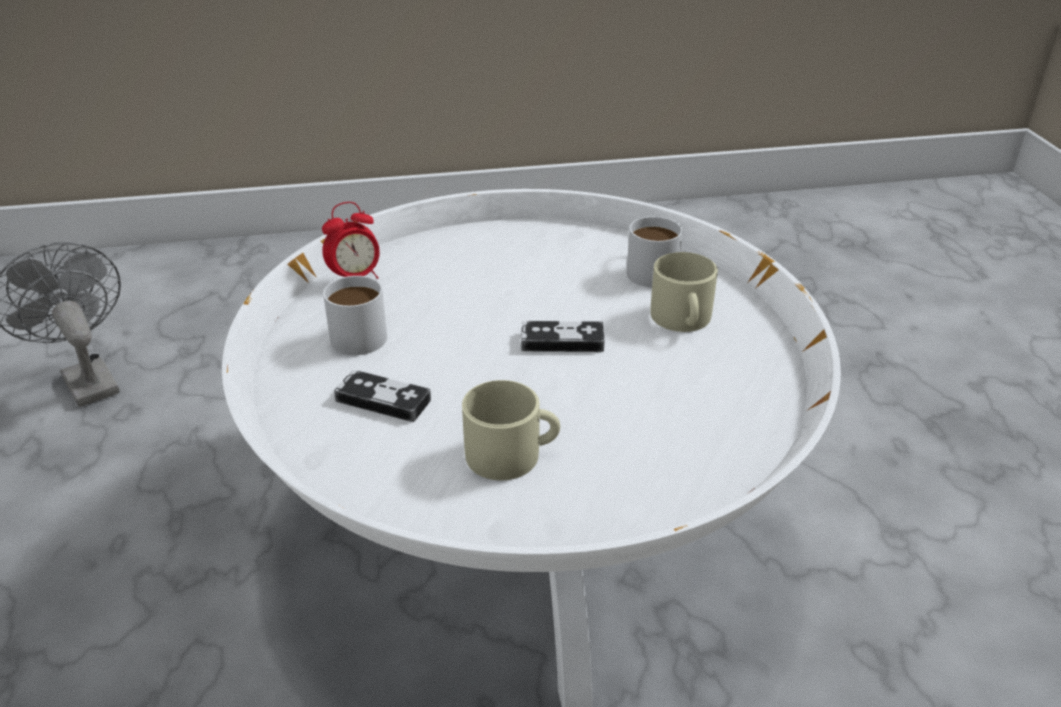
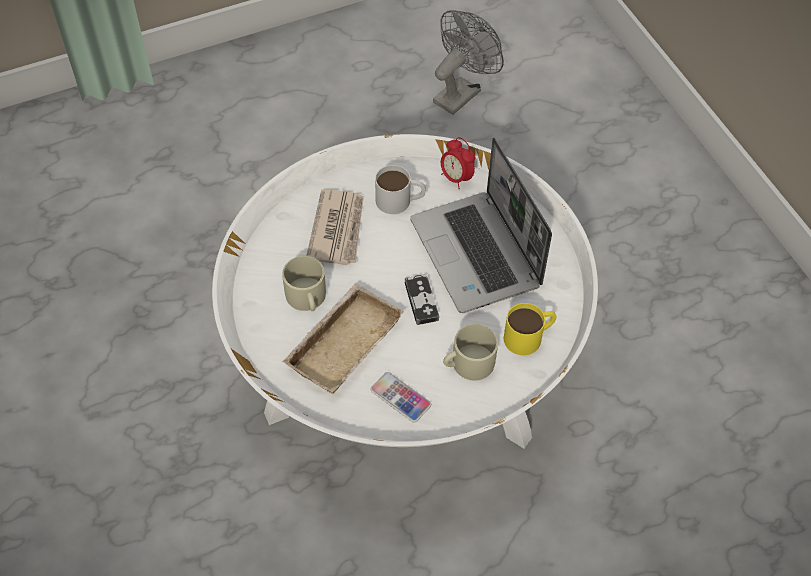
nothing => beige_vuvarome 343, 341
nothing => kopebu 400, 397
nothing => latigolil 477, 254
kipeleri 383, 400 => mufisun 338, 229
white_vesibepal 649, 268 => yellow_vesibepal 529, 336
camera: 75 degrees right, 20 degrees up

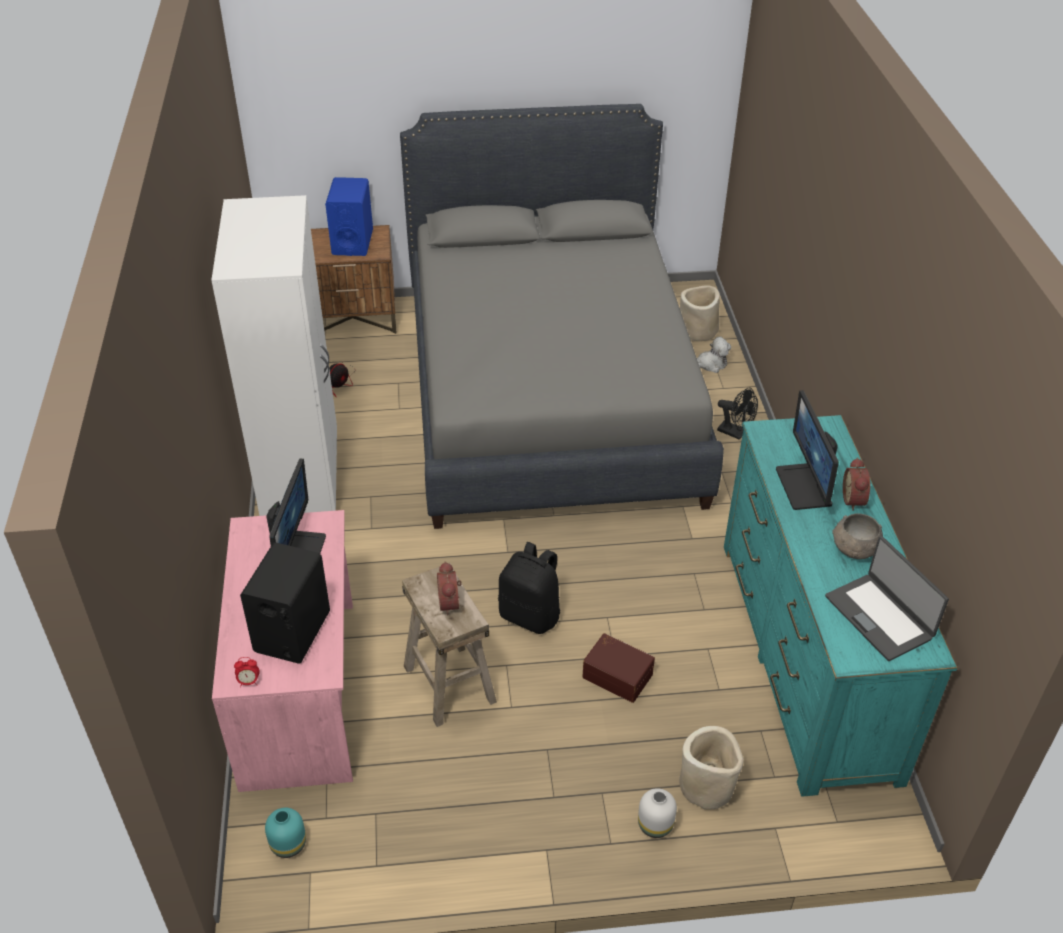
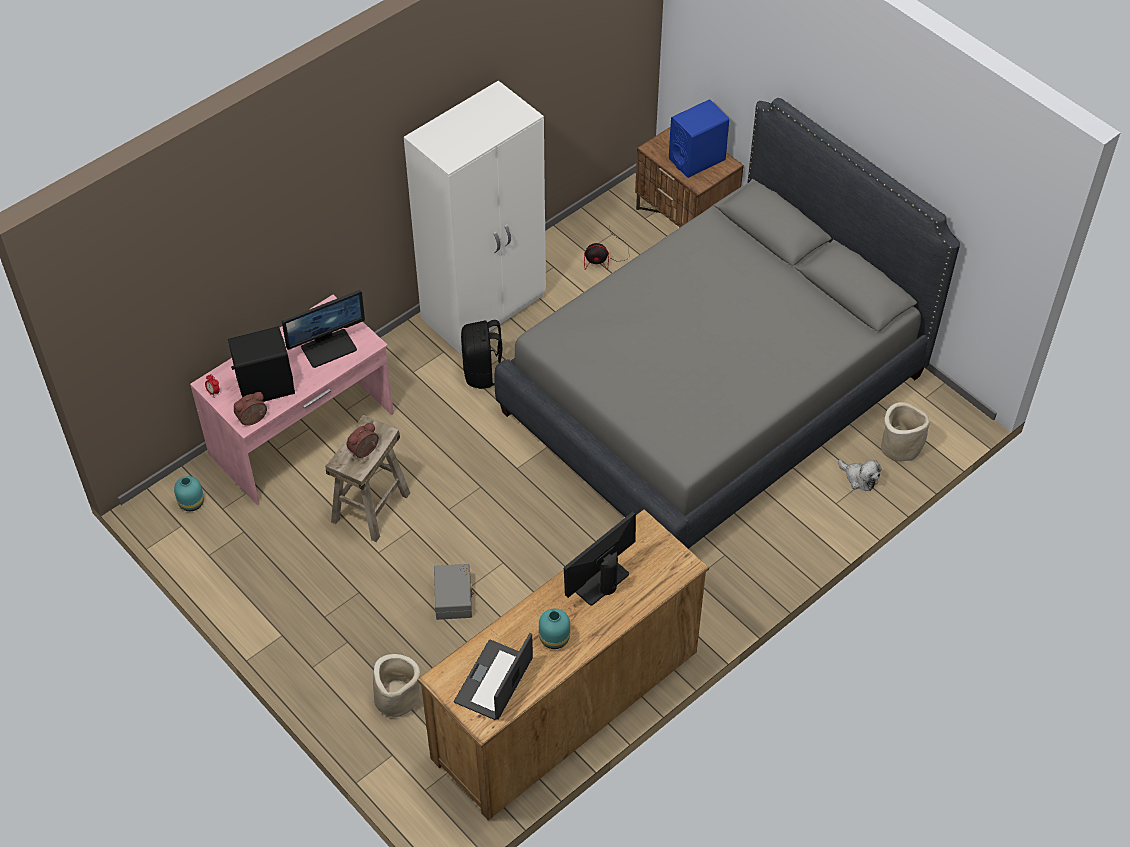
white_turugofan 655, 826 => nothing
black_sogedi 735, 433 => nothing
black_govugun 531, 615 => black_govugun 483, 372, moved
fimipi 855, 500 => fimipi 253, 420, moved
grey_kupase 854, 549 => turquoise_turugofan 553, 638
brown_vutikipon 618, 674 => grey_vutikipon 454, 597
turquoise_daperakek 806, 656 => brown_daperakek 565, 704
camera: 55 degrees right, 10 degrees up

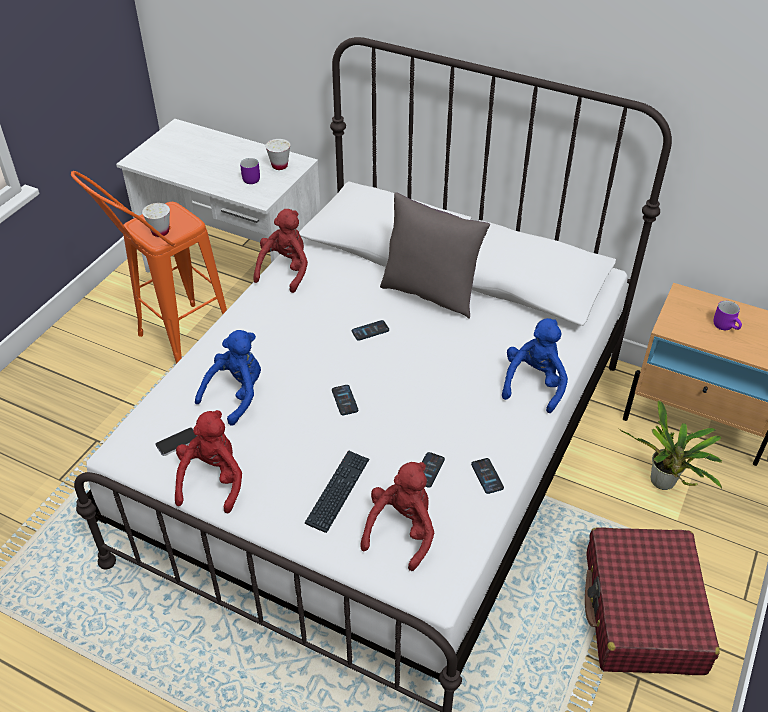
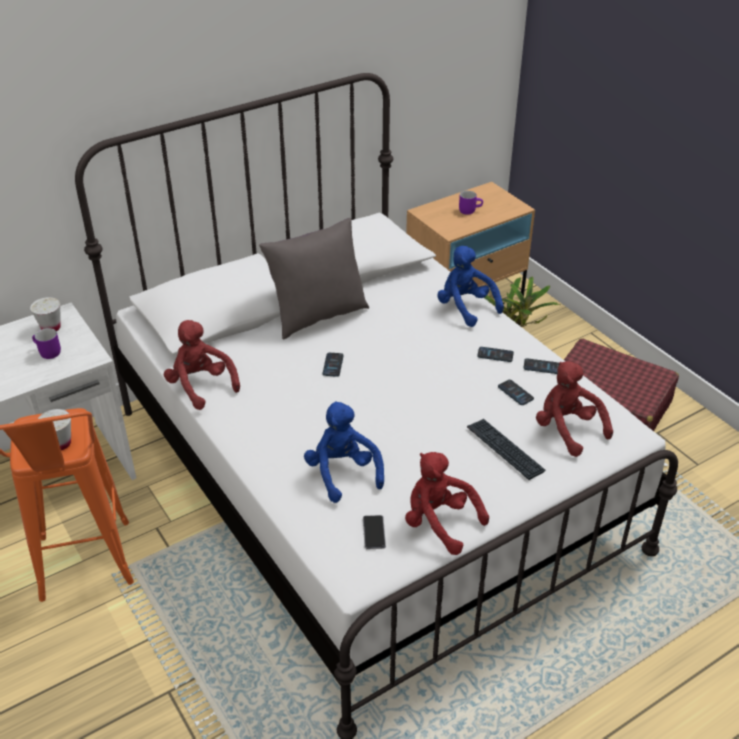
kopebu 344, 400 => kopebu 495, 355, moved
camera: 60 degrees left, 5 degrees down

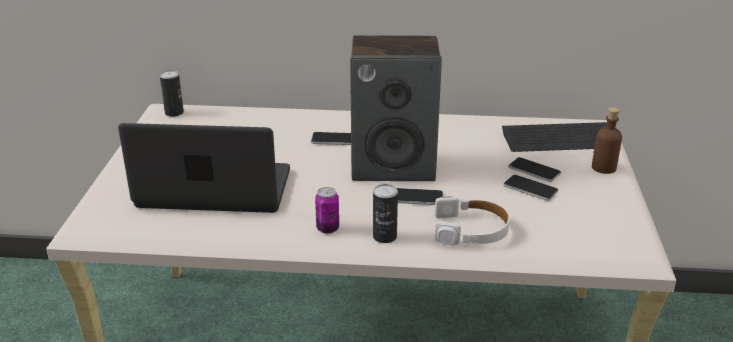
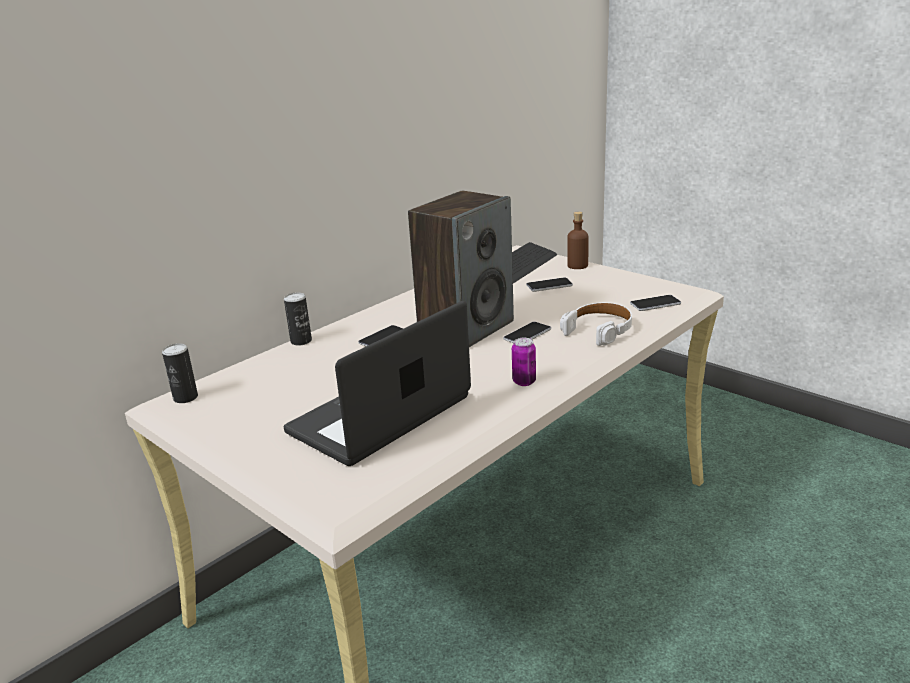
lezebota 384, 237 => lezebota 301, 341, moved
kopebu 530, 188 => kopebu 655, 304, moved
camera: 50 degrees left, 5 degrees down

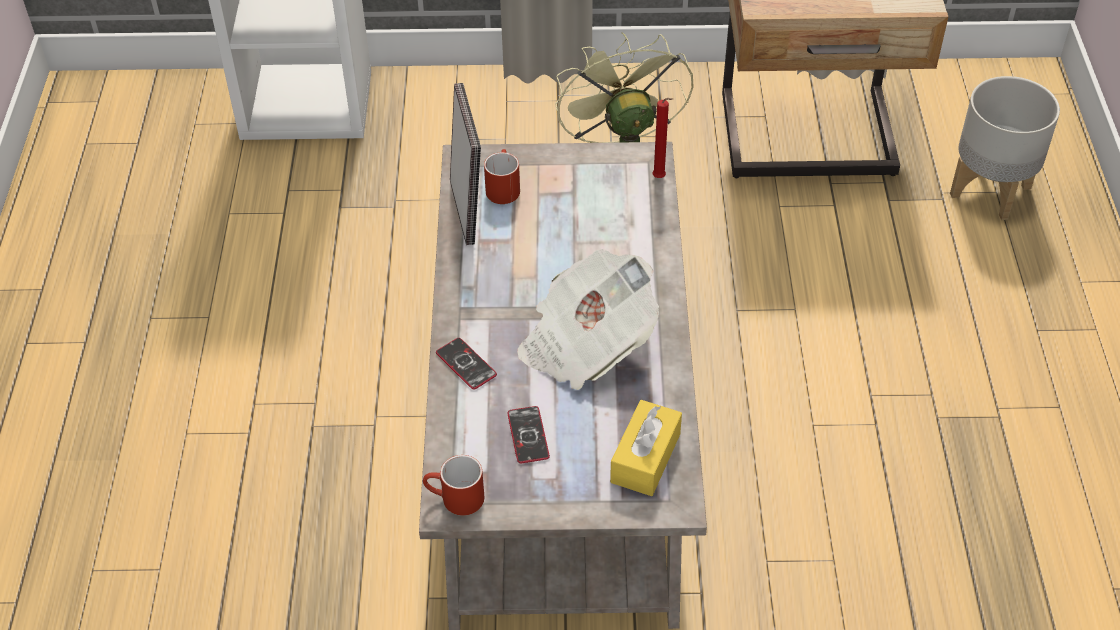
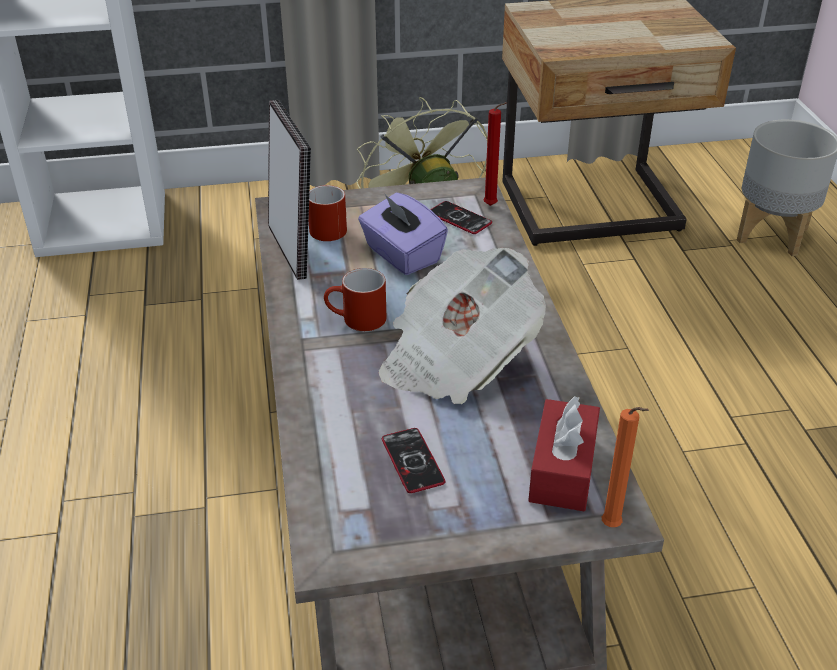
nothing => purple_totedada 402, 255
nothing => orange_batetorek 613, 527
red_vesibepal 455, 499 => red_vesibepal 356, 320, moved
kopebu 466, 364 => kopebu 459, 219, moved
yellow_totedada 645, 458 => red_totedada 562, 469
camera: 10 degrees left, 10 degrees down

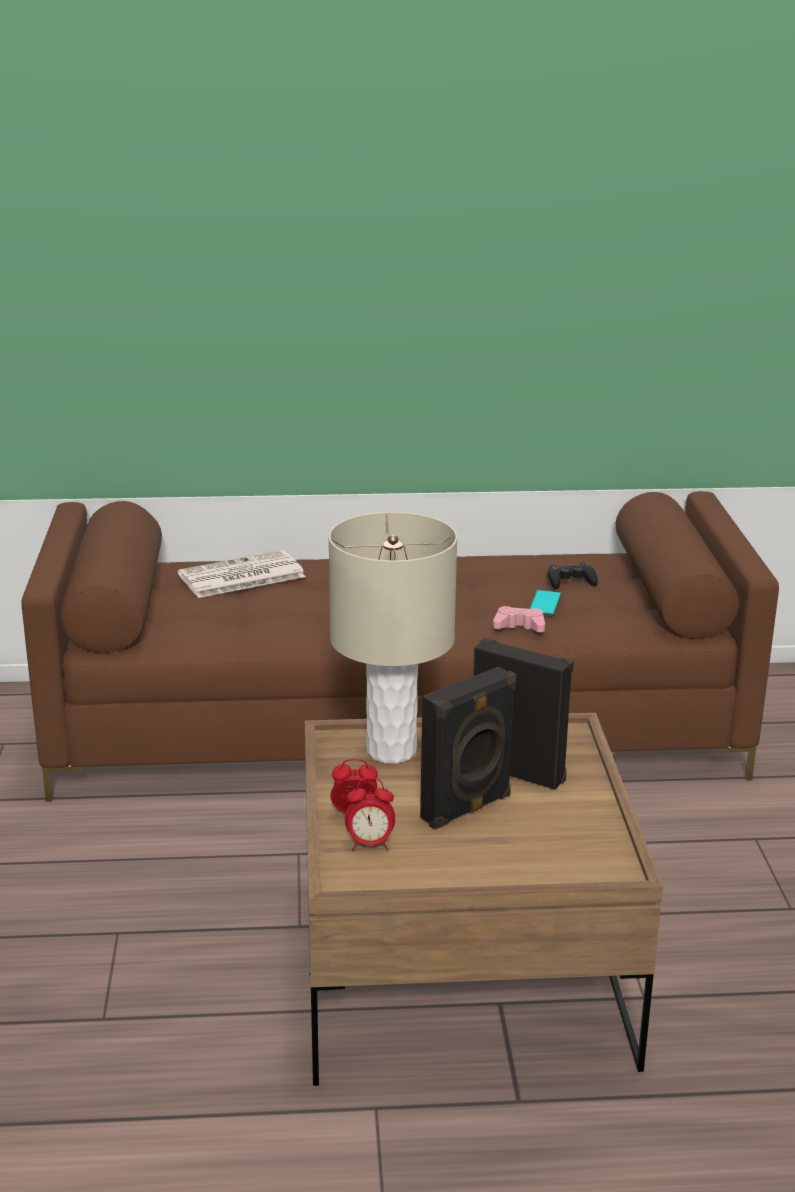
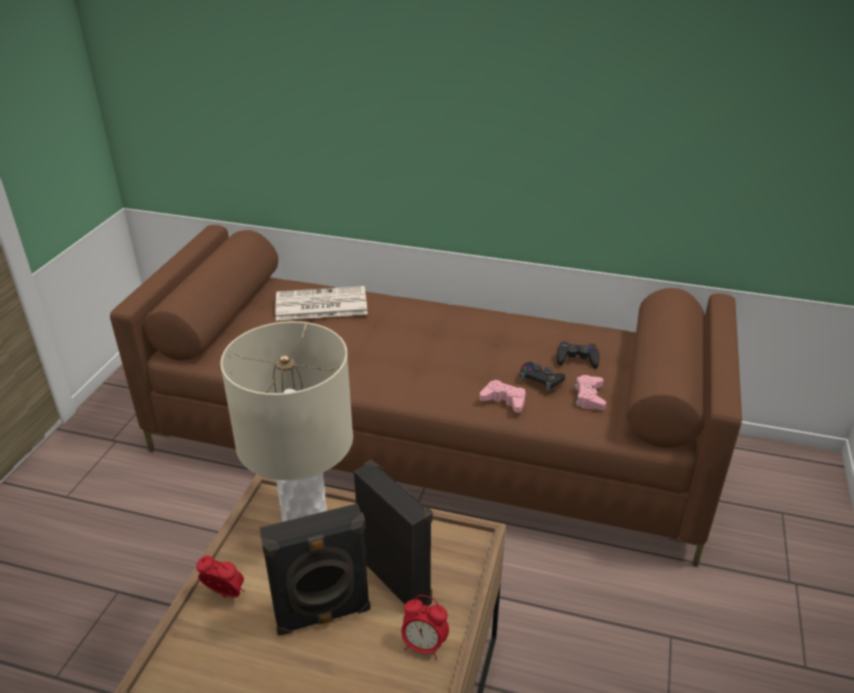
nothing => pink_kipeleri 589, 397
fimipi 370, 844 => fimipi 424, 646, moved
kopebu 544, 604 => black_kipeleri 540, 379
camera: 20 degrees right, 10 degrees up

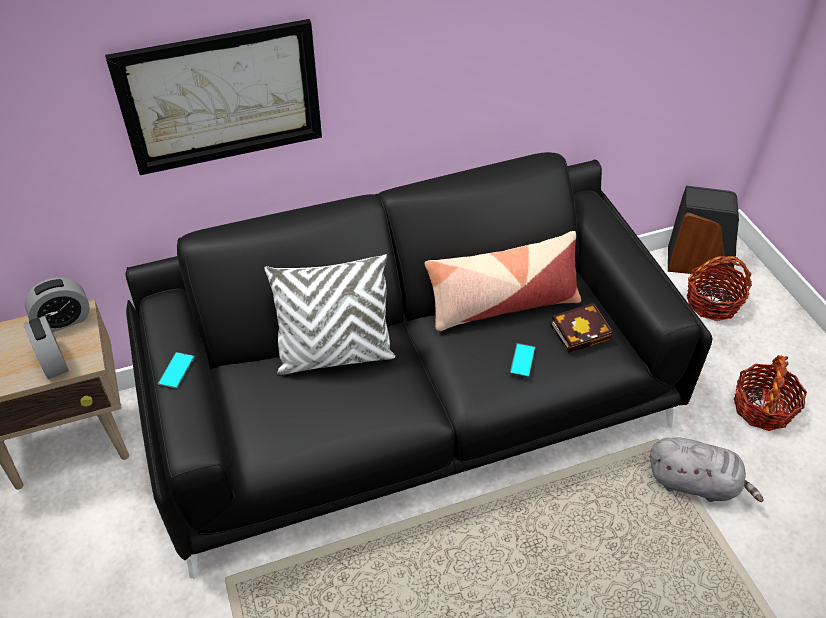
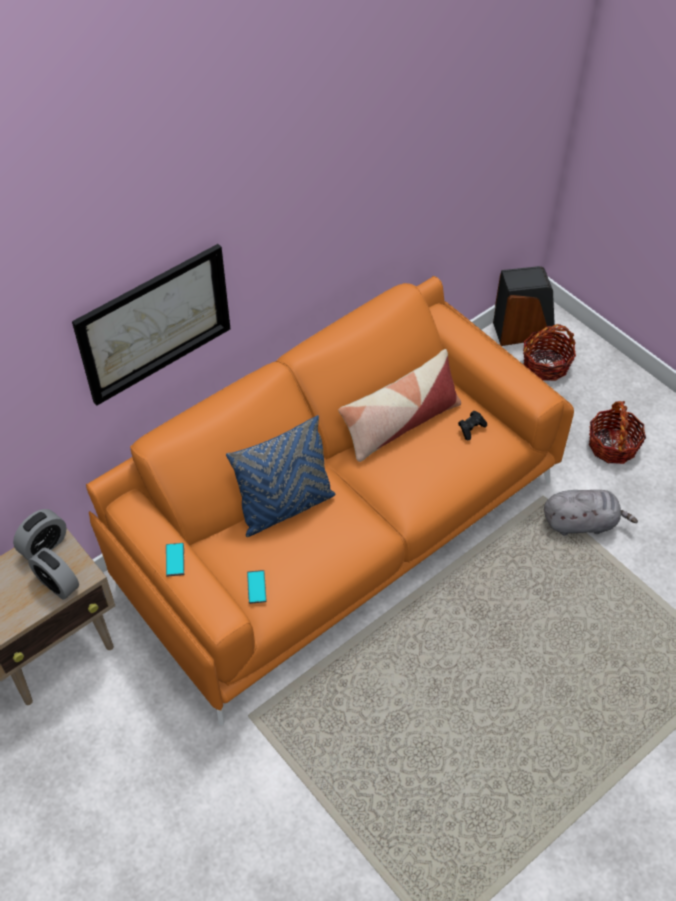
kopebu 522, 360 => kopebu 256, 587, moved
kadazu 581, 331 => black_kipeleri 471, 429
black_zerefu 412, 407 => orange_zerefu 337, 529
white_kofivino 335, 355 => blue_kofivino 285, 507
camera: 20 degrees left, 5 degrees up

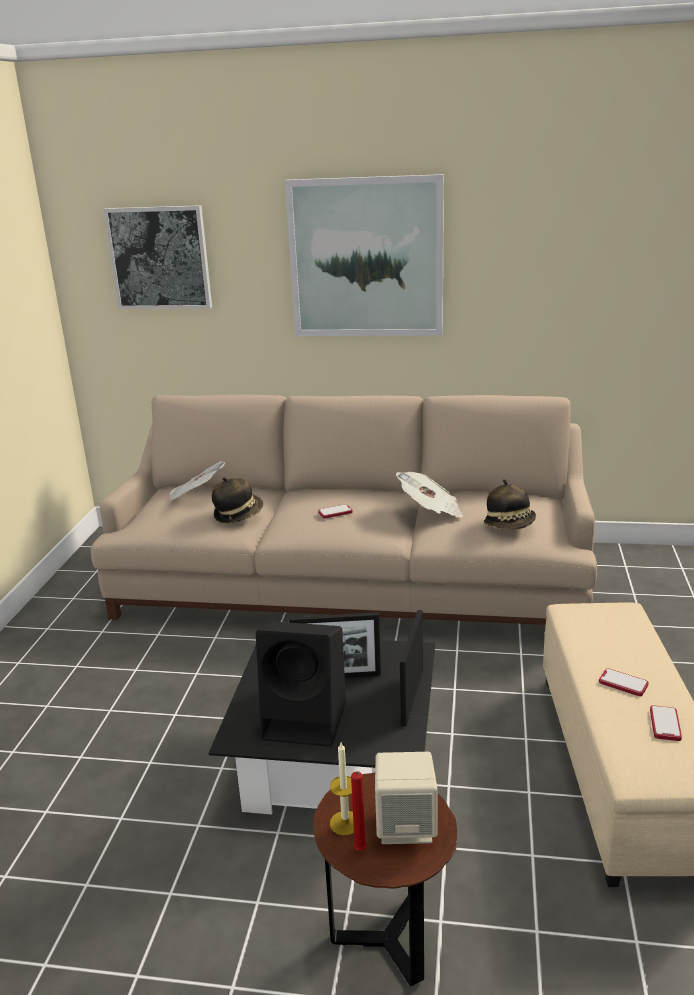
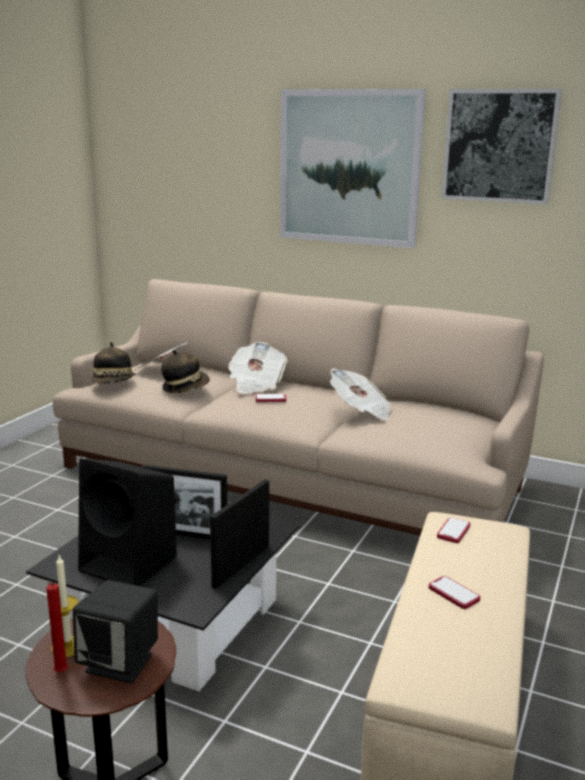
nothing => mufisun 256, 384
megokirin 160, 258 => megokirin 499, 146, moved
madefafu 510, 525 => madefafu 113, 383, moved
kopebu 665, 724 => kopebu 453, 531, moved
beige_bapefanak 406, 826 => black_bapefanak 120, 663
camera: 15 degrees right, 5 degrees down

